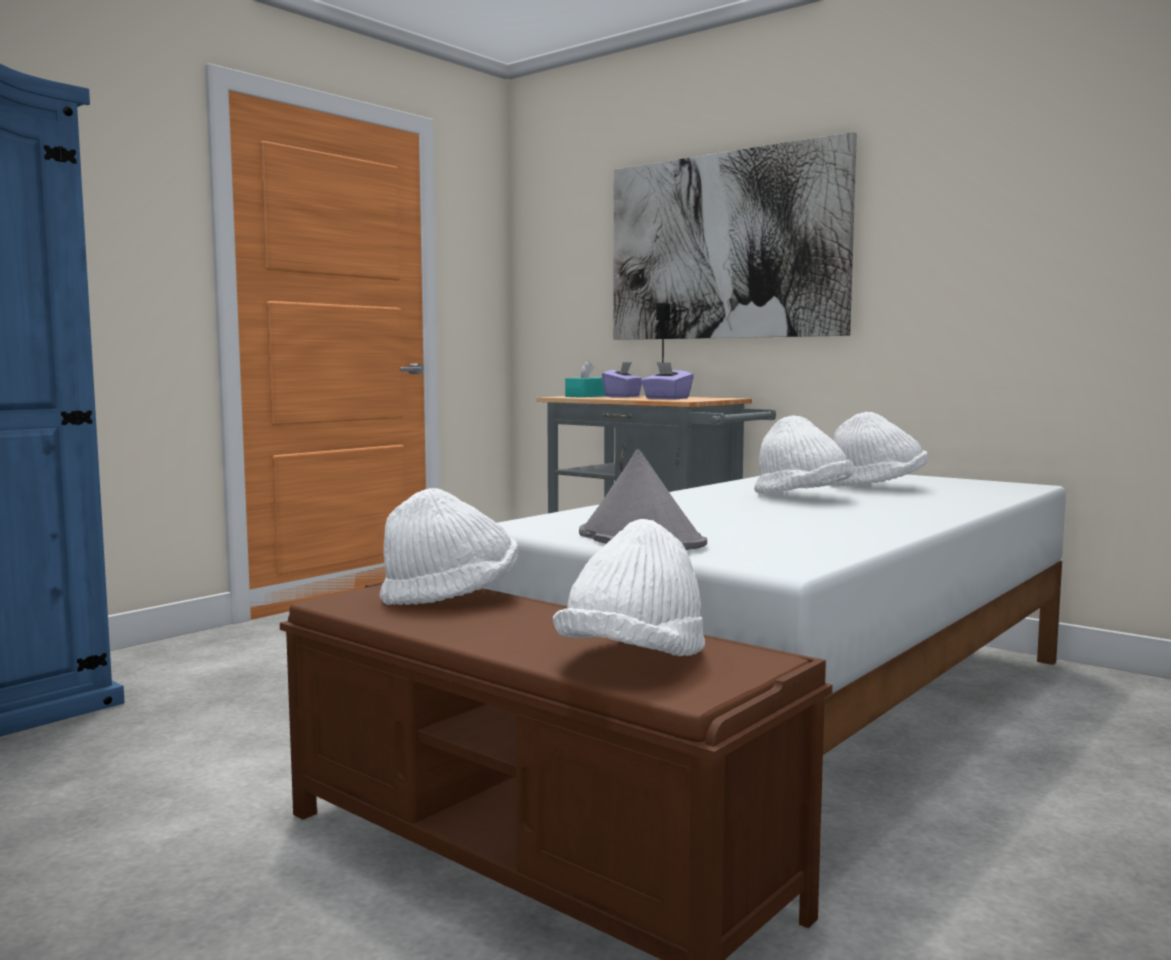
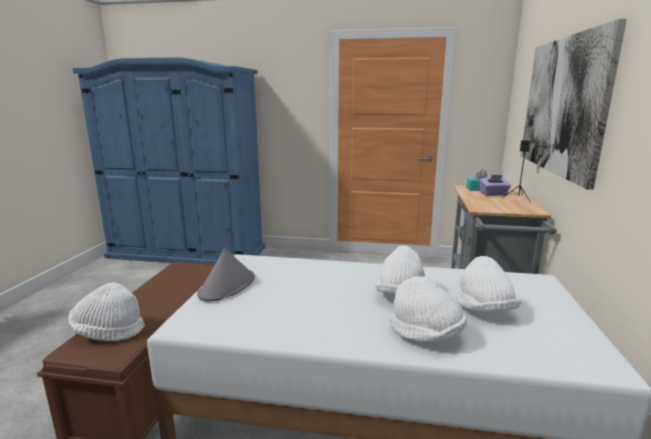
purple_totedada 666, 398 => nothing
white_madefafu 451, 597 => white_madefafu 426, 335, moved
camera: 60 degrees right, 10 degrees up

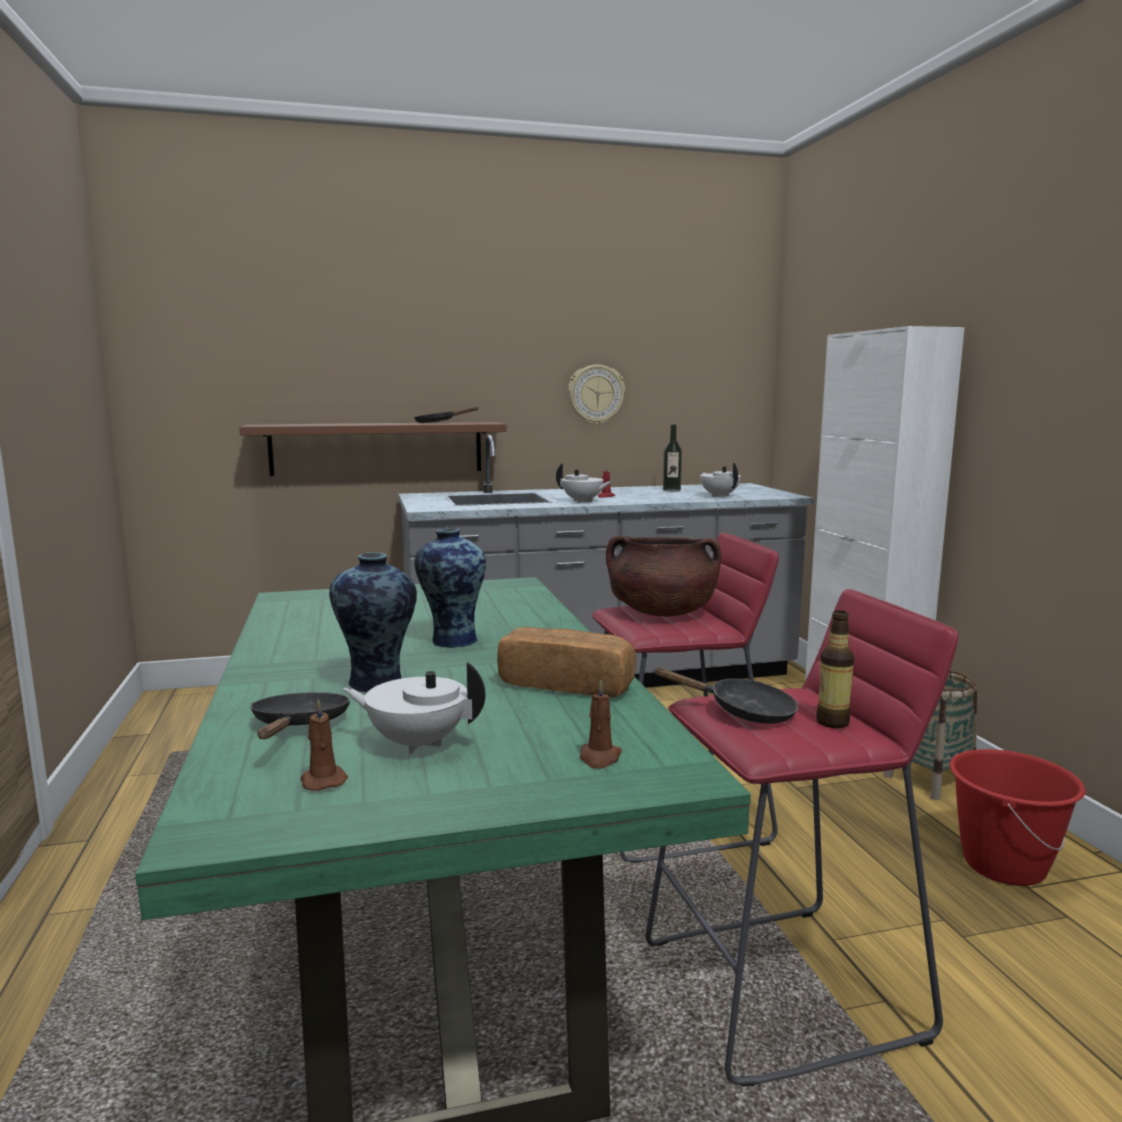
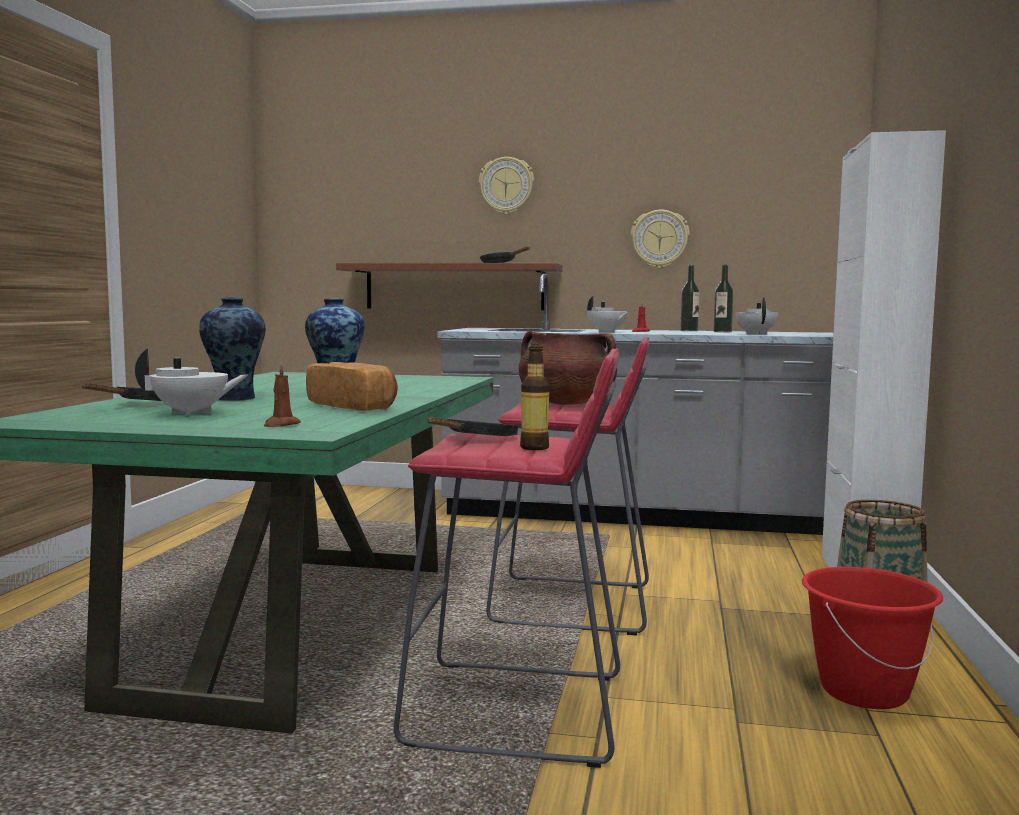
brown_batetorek 323, 780 => nothing
nothing => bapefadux 506, 186
nothing => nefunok 689, 331
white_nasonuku 417, 743 => white_nasonuku 192, 413, 135 degrees clockwise
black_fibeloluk 742, 711 => black_fibeloluk 477, 438, 105 degrees counterclockwise
camera: 25 degrees right, 5 degrees down

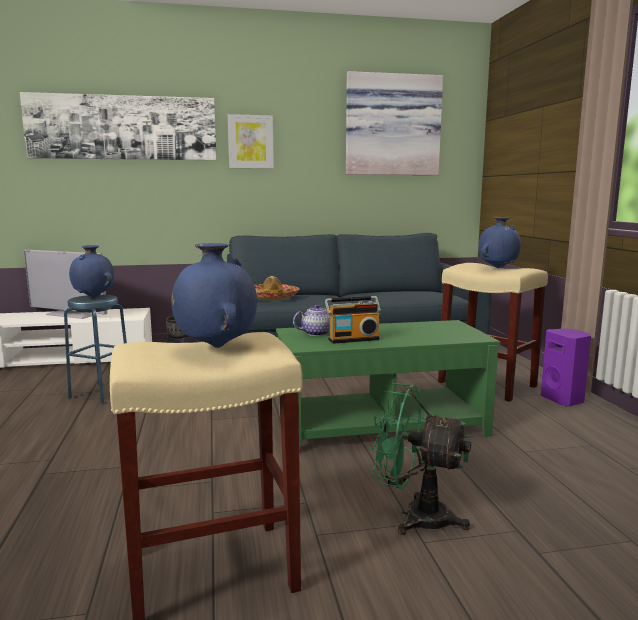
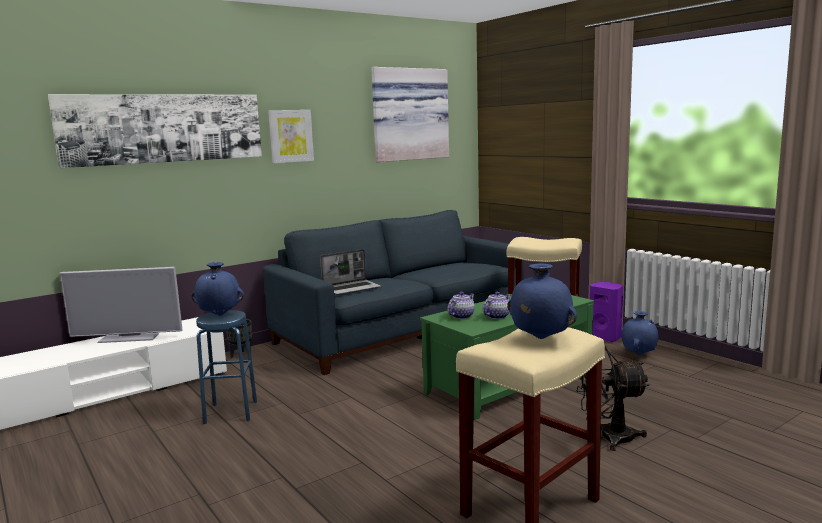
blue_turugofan 498, 268 => blue_turugofan 638, 354, moved
madefafu 271, 297 => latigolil 352, 288
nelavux 353, 339 => nasonuku 497, 316
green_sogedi 414, 516 => black_sogedi 608, 438
camera: 25 degrees left, 0 degrees up

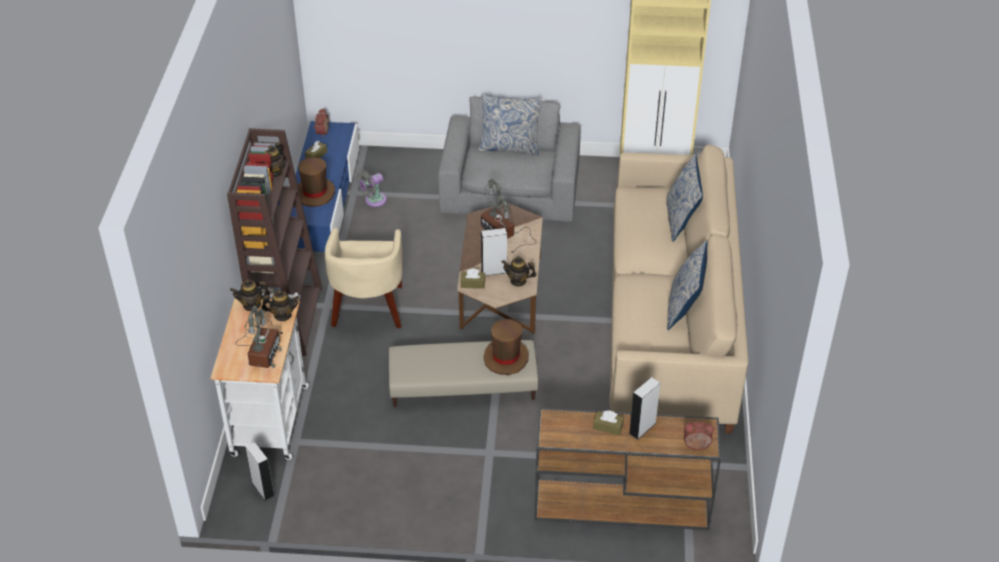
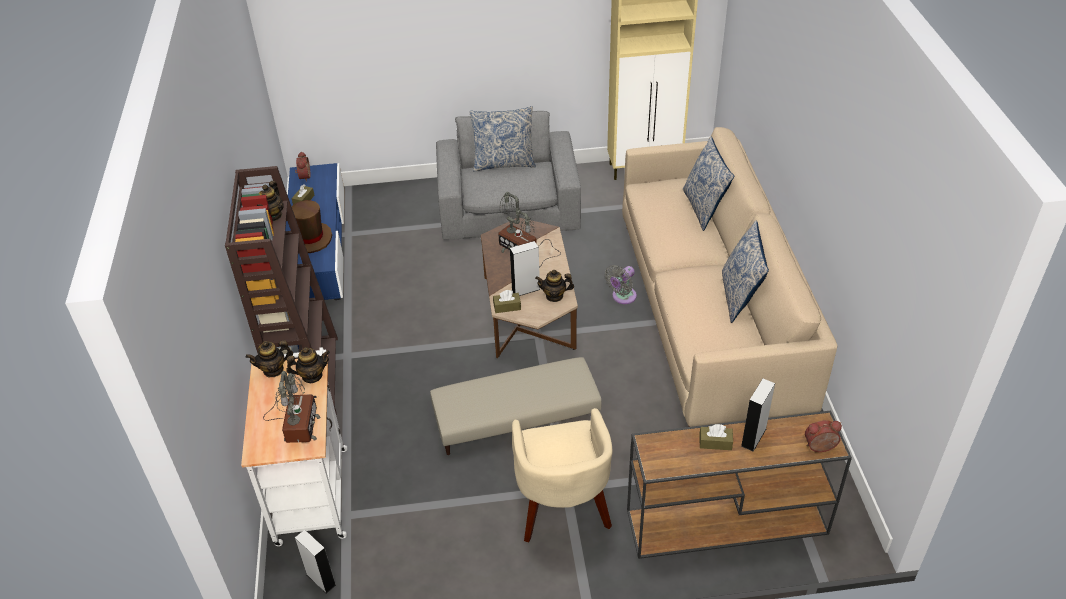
brown_madefafu 506, 357 => nothing
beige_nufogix 368, 309 => beige_nufogix 562, 507, moved
grey_sogedi 373, 200 => grey_sogedi 622, 297, moved
camera: 10 degrees left, 0 degrees up

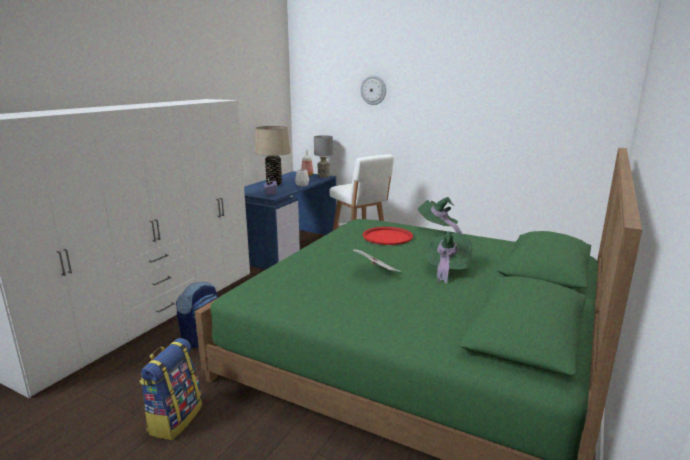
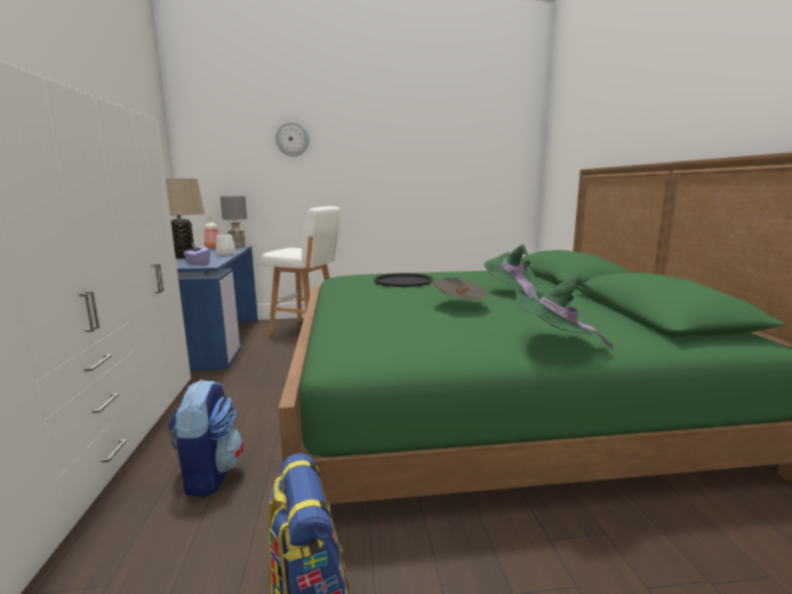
green_madefafu 438, 229 => green_madefafu 554, 345, moved
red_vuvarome 387, 237 => black_vuvarome 403, 281
camera: 35 degrees left, 5 degrees down

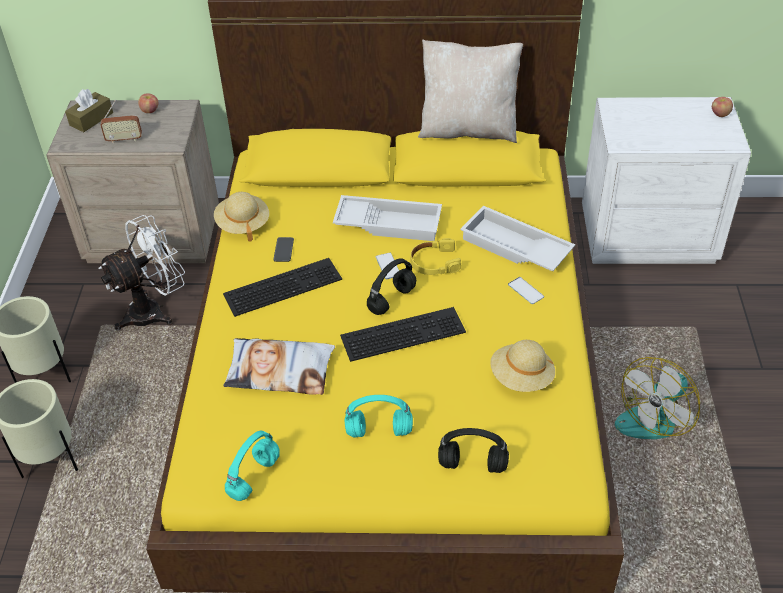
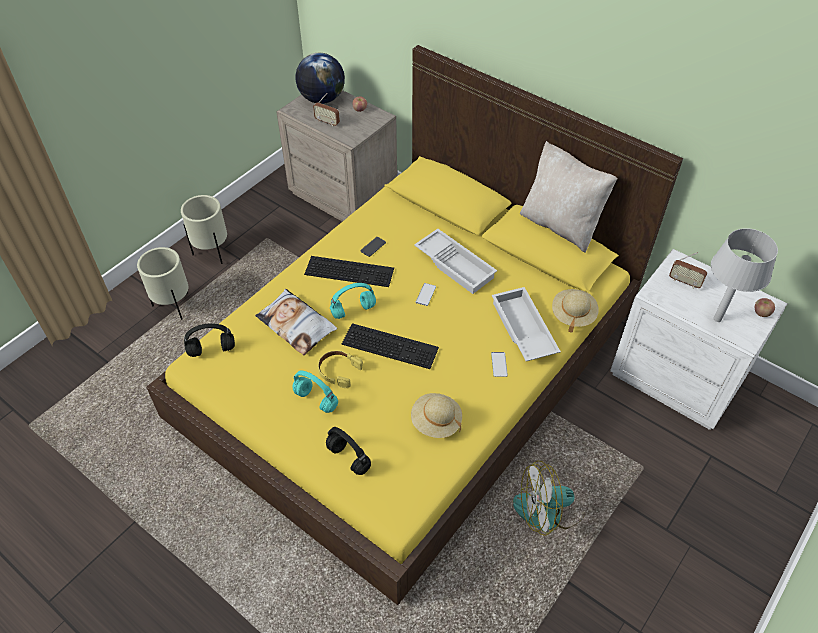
white_sogedi 153, 310 => nothing
nothing => nelavux 684, 282
nothing => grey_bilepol 718, 319
beige_madefafu 243, 224 => beige_madefafu 573, 315, moved
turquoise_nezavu 254, 476 => turquoise_nezavu 354, 310, moved
black_nezavu 392, 299 => black_nezavu 212, 349, moved
yellow_nezavu 434, 263 => yellow_nezavu 338, 371, moved
brown_totedada 91, 119 => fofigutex 322, 99
camera: 35 degrees right, 5 degrees up

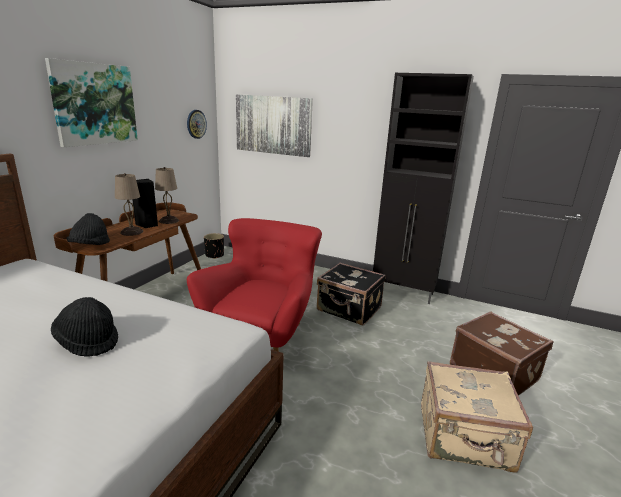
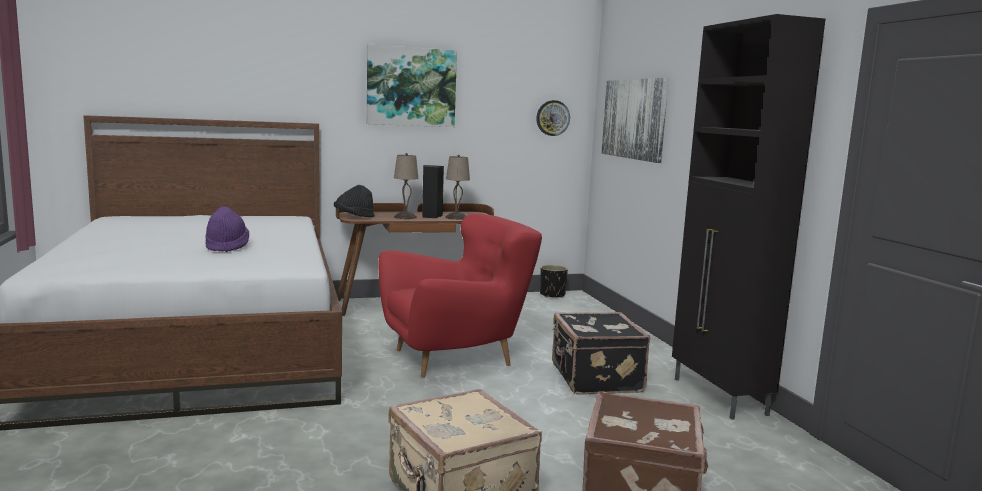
black_madefafu 88, 341 => purple_madefafu 227, 247
camera: 50 degrees right, 10 degrees down

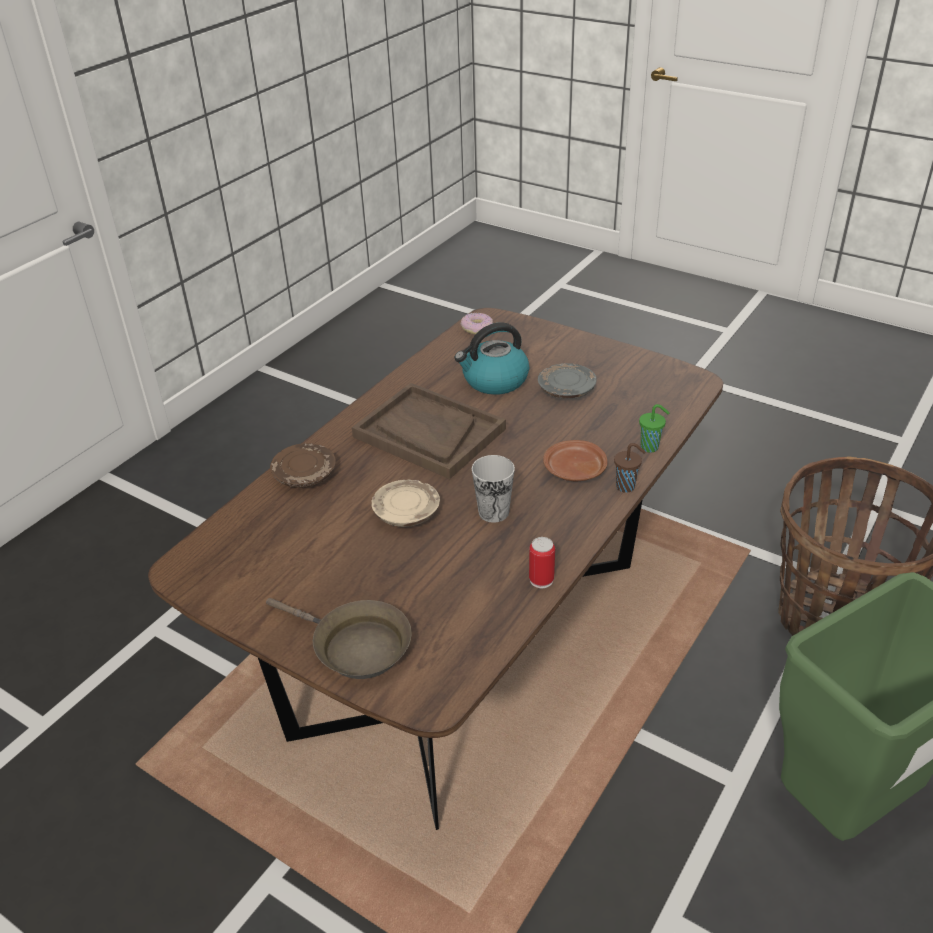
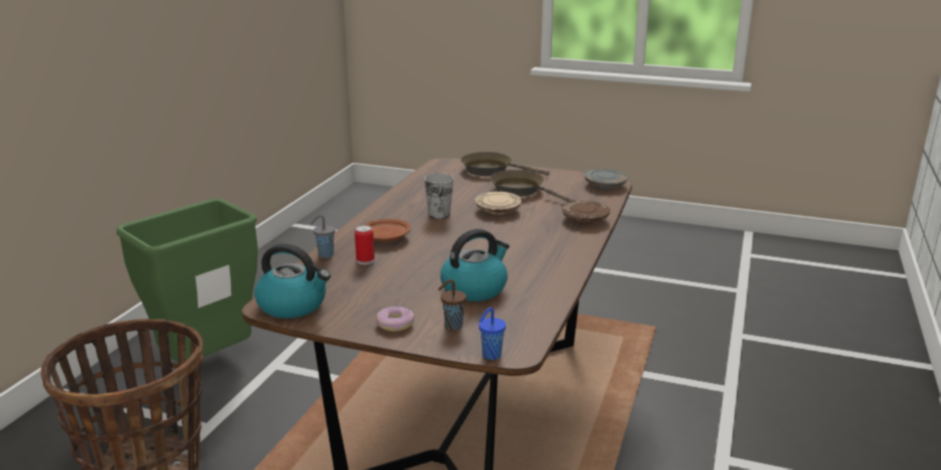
brown_vuvarome 428, 433 => nothing
nothing => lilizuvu 293, 305
nothing => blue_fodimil 490, 355
nothing => brown_fibeloluk 521, 190
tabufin 477, 328 => tabufin 395, 324, moved
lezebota 541, 580 => lezebota 365, 261, moved
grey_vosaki 566, 390 => grey_vosaki 605, 185, moved
brown_fodimil 626, 487 => brown_fodimil 452, 326, moved
green_fodimil 650, 447 => grey_fodimil 325, 255
camera: 165 degrees right, 15 degrees down

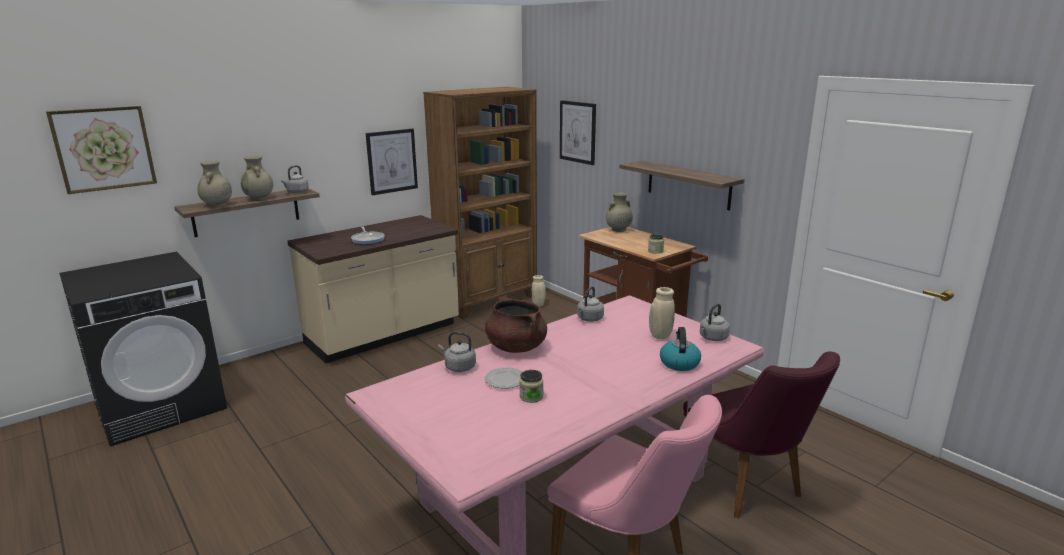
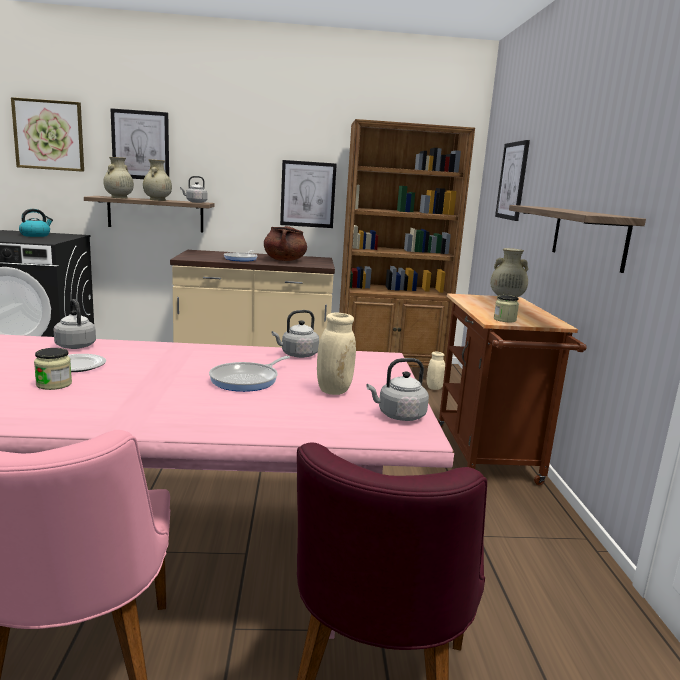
nothing => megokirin 140, 145
nothing => fibeloluk 247, 380
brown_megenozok 516, 347 => brown_megenozok 284, 260, moved
lilizuvu 679, 363 => lilizuvu 35, 235, moved
camera: 35 degrees right, 5 degrees down

